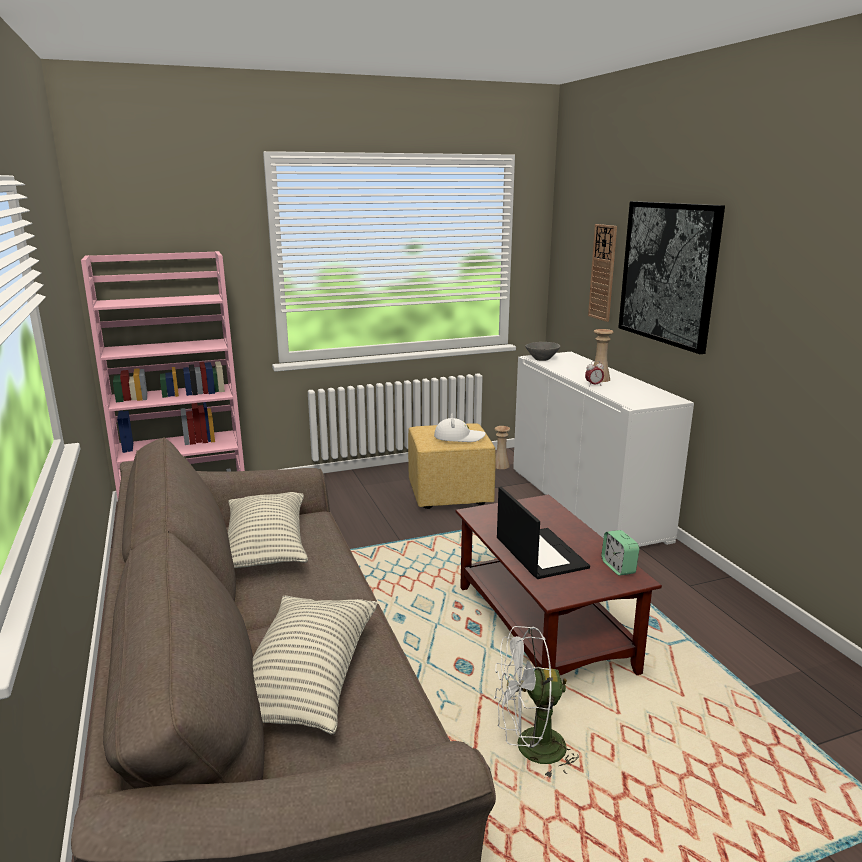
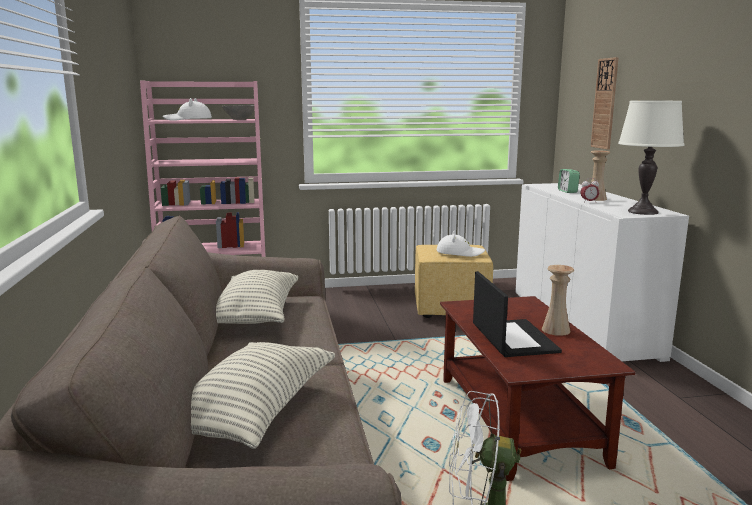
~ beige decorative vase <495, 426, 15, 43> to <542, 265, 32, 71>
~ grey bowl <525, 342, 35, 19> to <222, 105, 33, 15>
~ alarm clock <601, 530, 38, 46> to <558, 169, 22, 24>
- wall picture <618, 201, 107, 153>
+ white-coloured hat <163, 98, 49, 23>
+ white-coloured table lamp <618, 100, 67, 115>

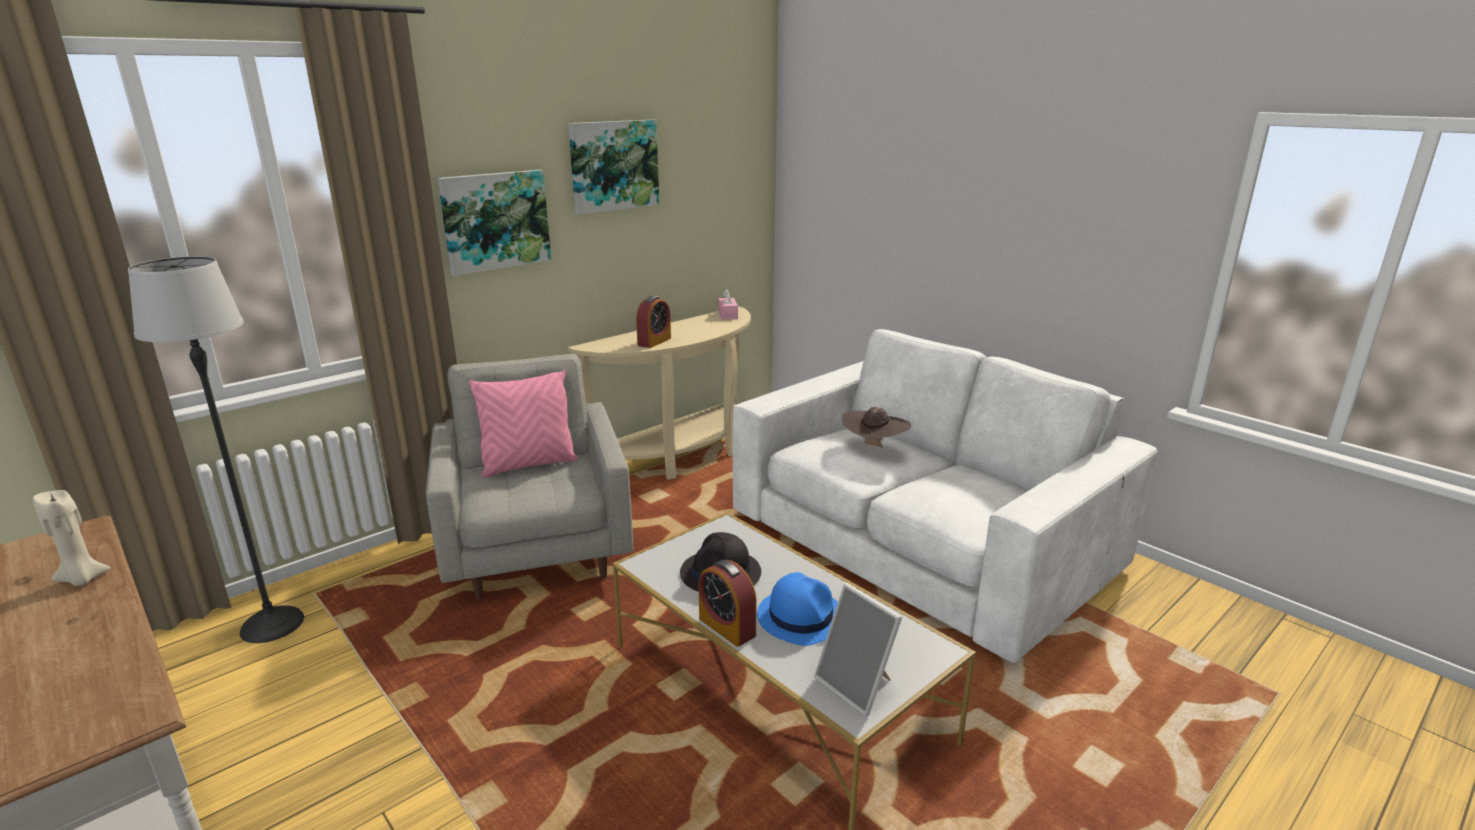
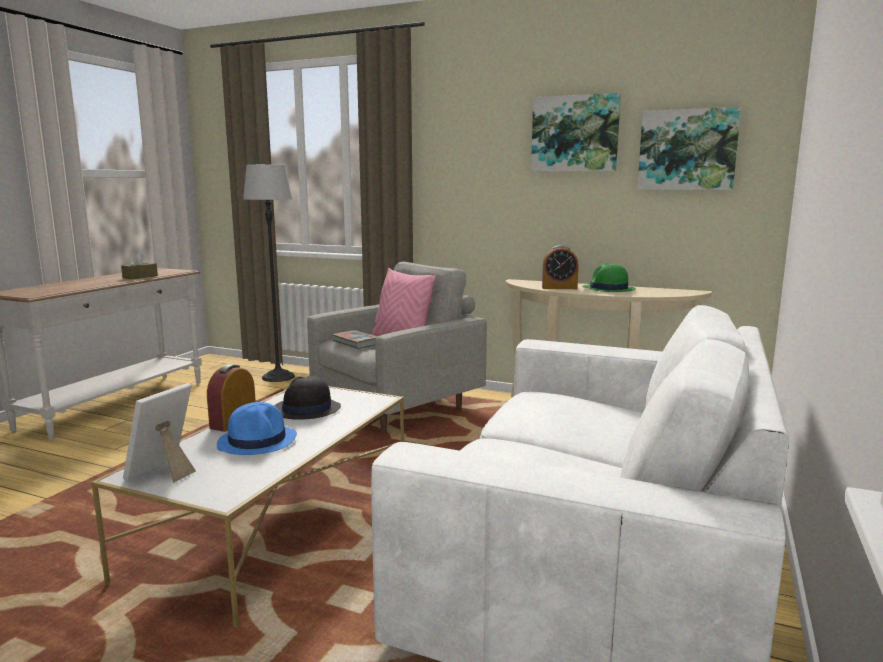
~ beige wax candle <33, 490, 78, 96> to brown box of tissues <121, 252, 37, 27>
~ wall picture <438, 170, 113, 106> to <637, 107, 104, 83>
- pink box of tissues <718, 289, 20, 30>
- brown hat <842, 407, 69, 41>
+ volume <332, 330, 45, 19>
+ green hat <582, 264, 54, 28>

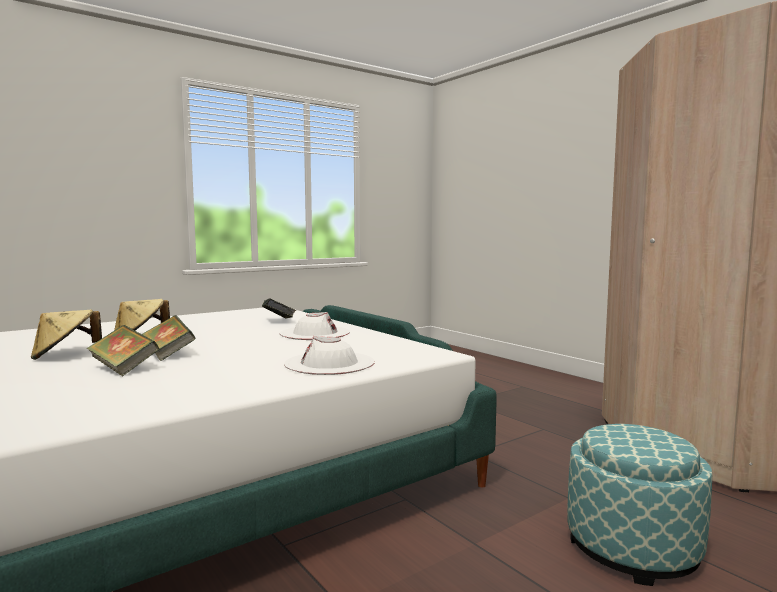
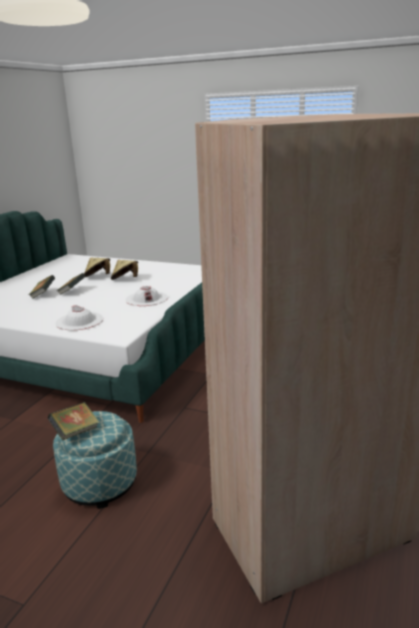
~ beige hat <31, 309, 71, 51> to <111, 260, 27, 20>
~ volume <262, 298, 34, 21> to <48, 402, 51, 38>

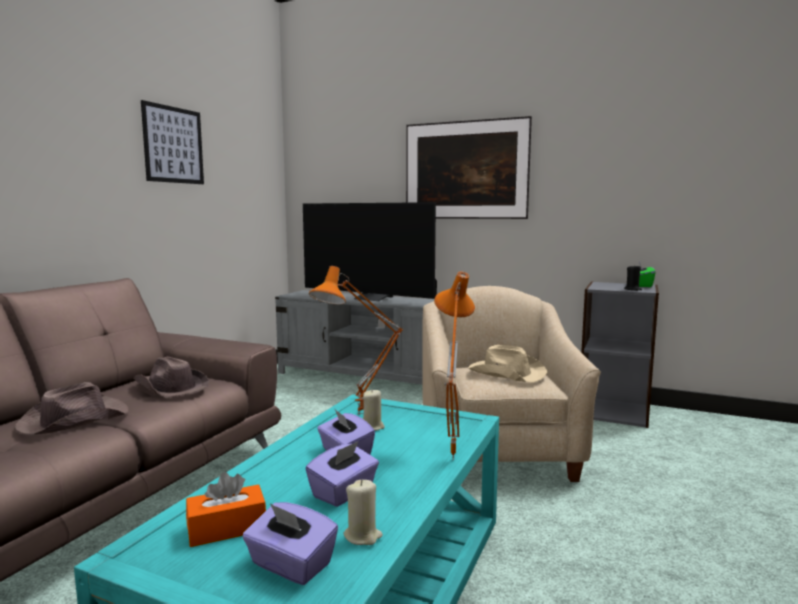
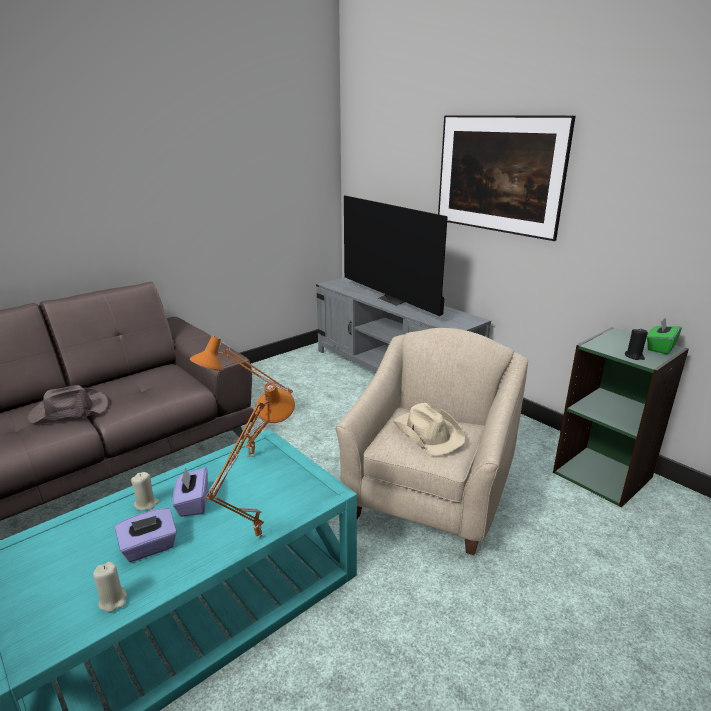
- brown hat <133, 357, 76, 41>
- wall picture <141, 100, 63, 84>
- orange box of tissues <186, 472, 80, 75>
- purple box of tissues <242, 502, 96, 83>
~ beige wax candle <363, 389, 22, 42> to <131, 472, 28, 39>
~ grey bookcase <581, 282, 78, 146> to green bookcase <553, 327, 136, 181>

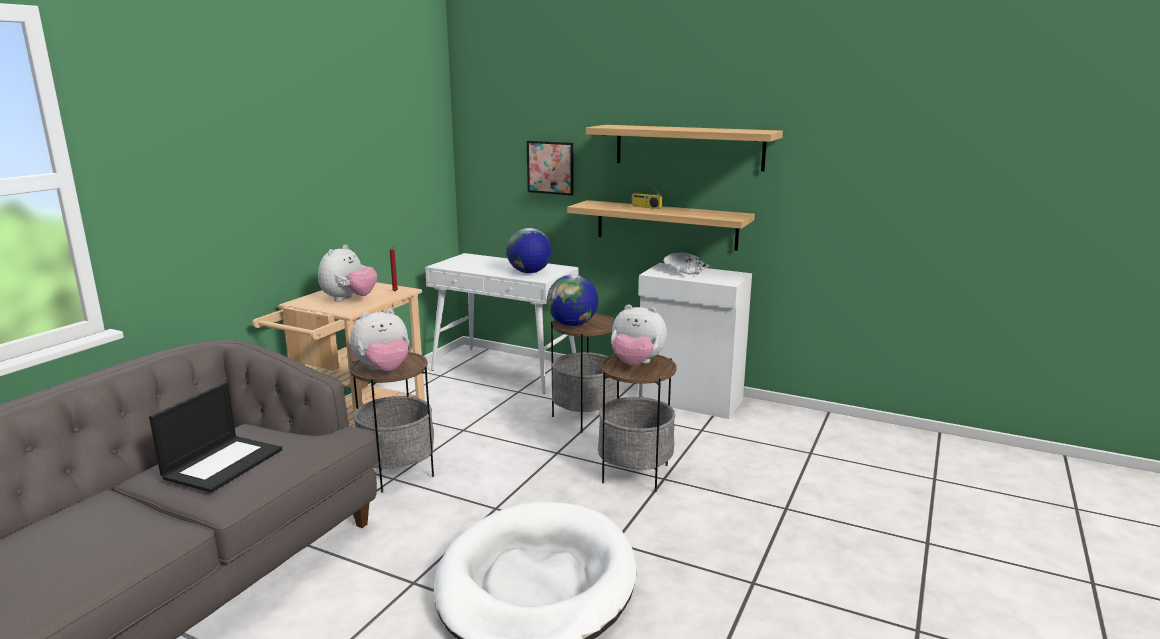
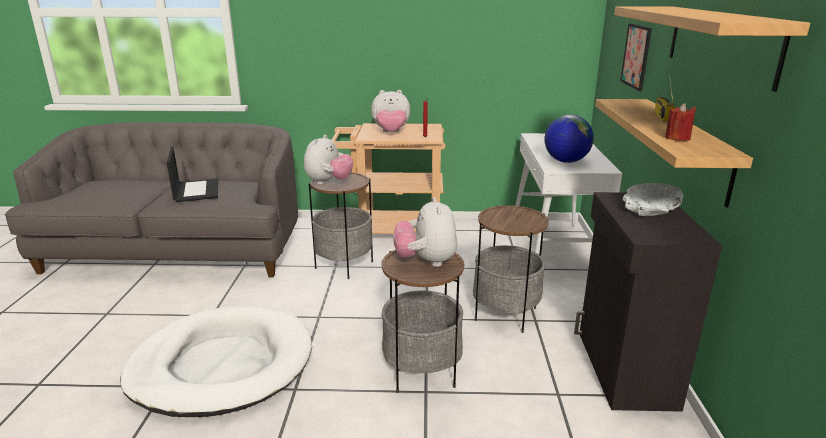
~ laptop <149, 382, 133, 111> = <167, 147, 51, 55> 105 degrees counterclockwise
~ cuddly toy <350, 309, 59, 62> = <304, 135, 49, 50> 105 degrees counterclockwise
- desk globe <547, 275, 51, 51>
~ white-coloured cabinet <638, 263, 114, 156> to black-coloured cabinet <574, 192, 148, 220>
+ reddish wax candle <665, 103, 31, 38>

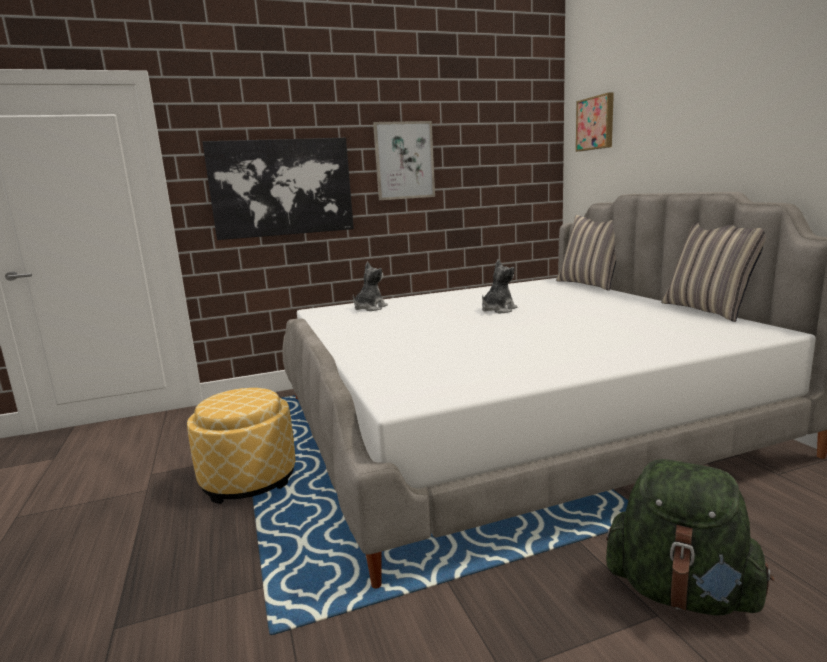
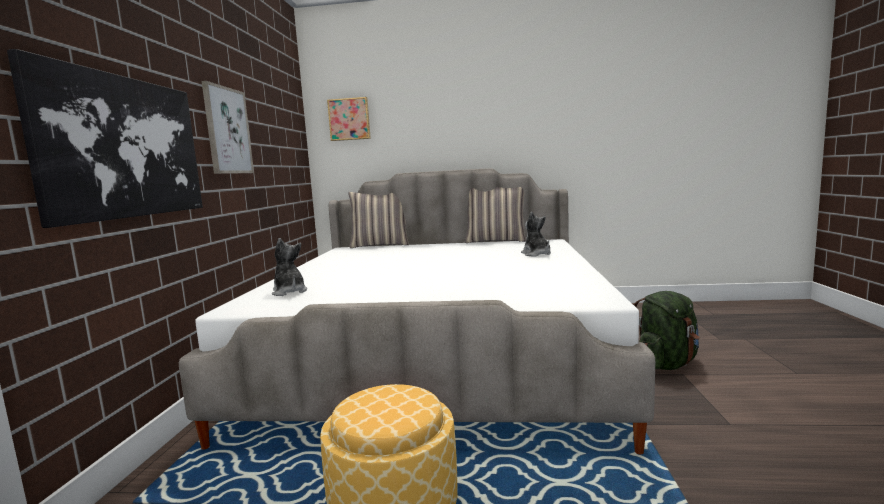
~ cuddly toy <482, 259, 35, 54> to <521, 212, 30, 45>

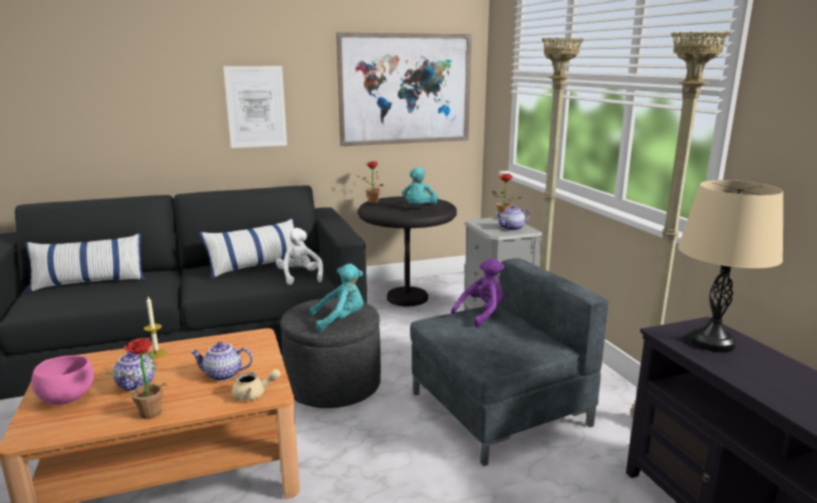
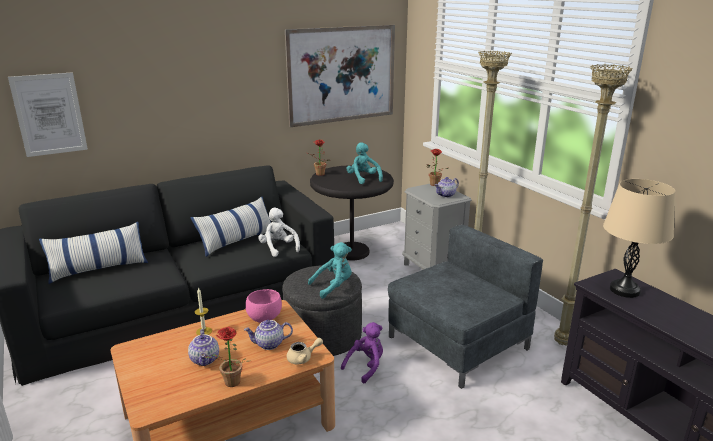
~ pink bowl <32, 355, 62, 50> to <245, 289, 37, 34>
~ wall picture <223, 66, 64, 82> to <8, 72, 80, 85>
~ turquoise cuddly toy <403, 167, 35, 38> = <346, 142, 37, 42> 150 degrees clockwise
~ purple cuddly toy <451, 258, 53, 69> to <341, 322, 42, 62>

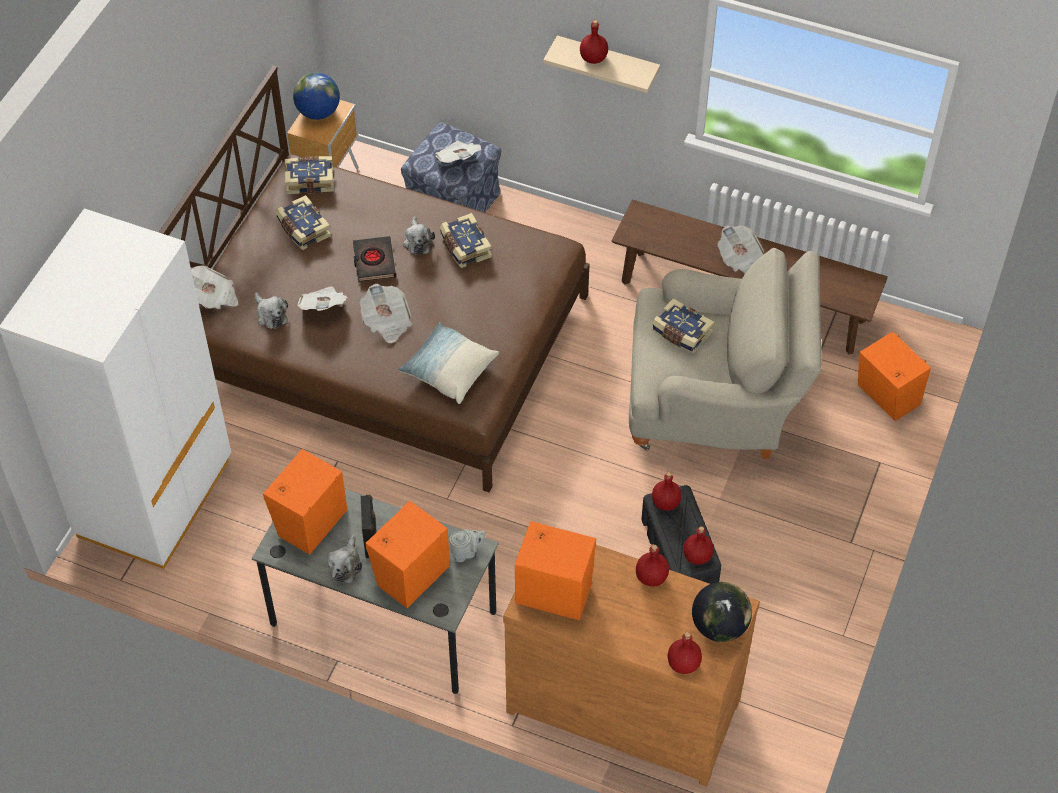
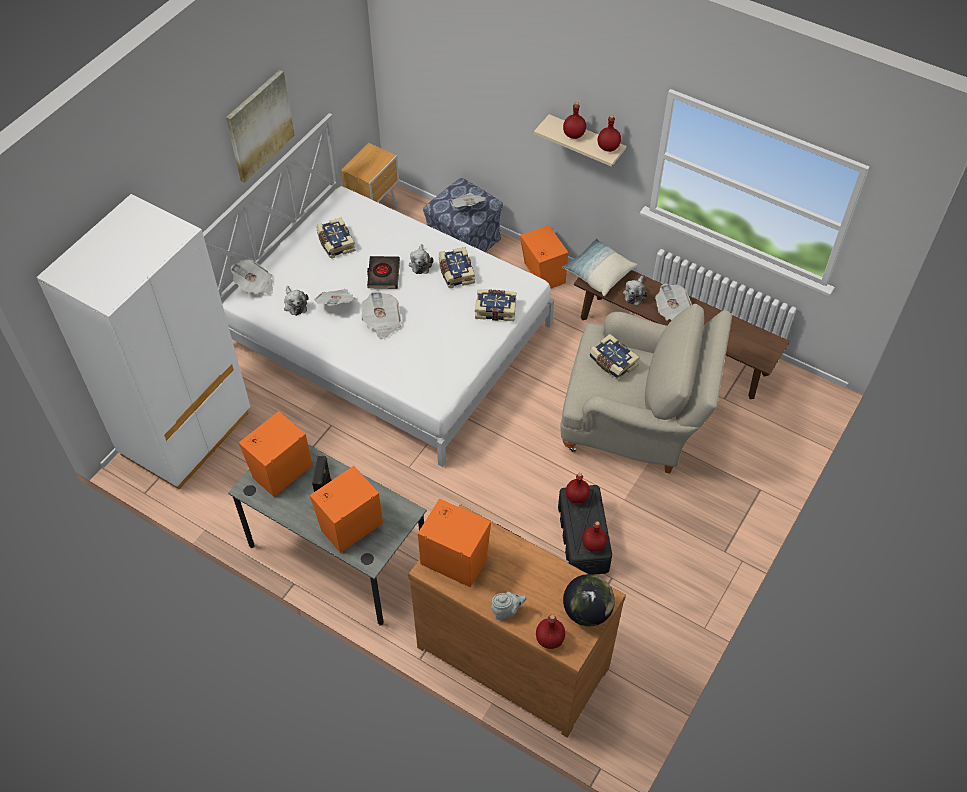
~ brown bed <159, 65, 430, 427> to white-coloured bed <203, 113, 351, 354>
~ volume <285, 156, 49, 38> to <475, 290, 41, 32>
- desk globe <293, 73, 47, 47>
~ cuddly toy <328, 534, 34, 49> to <623, 276, 25, 29>
~ cushion <398, 322, 101, 82> to <562, 238, 75, 58>
~ grey teapot <449, 529, 37, 33> to <491, 592, 36, 28>
~ reddish drink bottle <636, 545, 33, 41> to <598, 115, 23, 37>
~ orange audio speaker <858, 332, 73, 89> to <520, 225, 48, 64>
+ wall picture <226, 70, 69, 113>

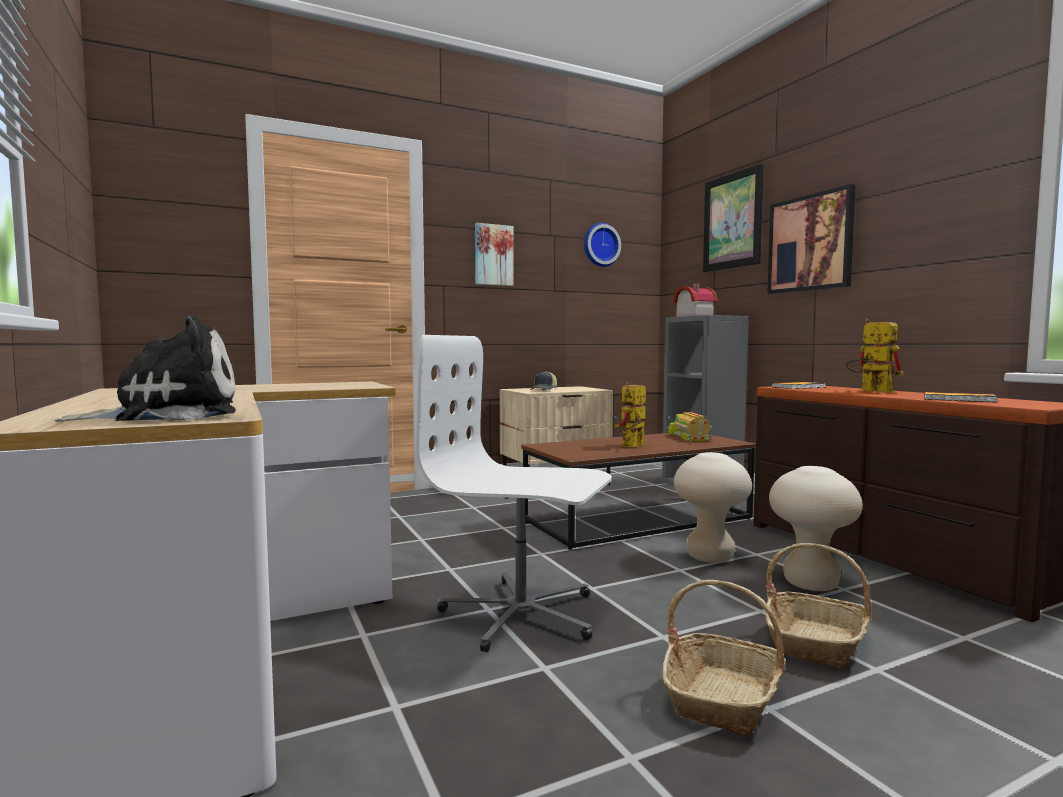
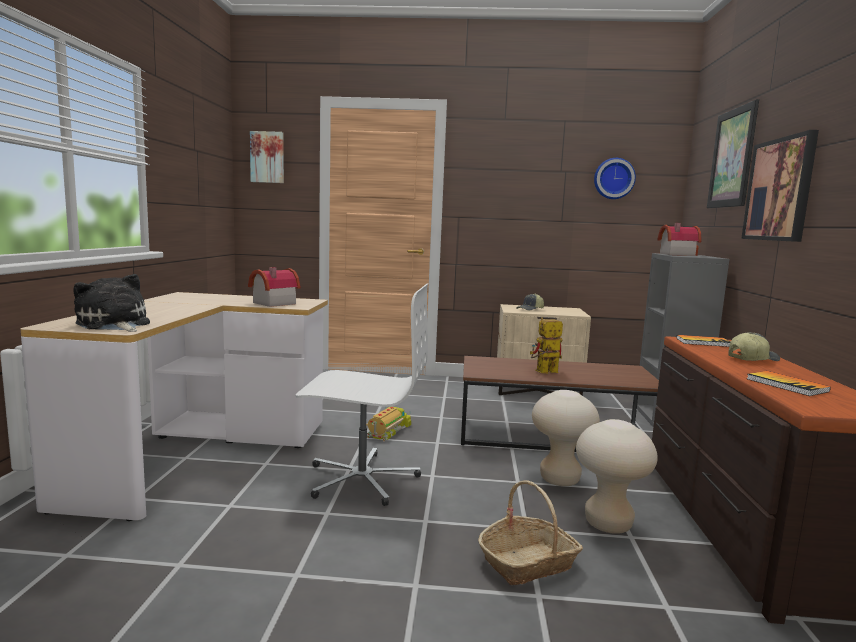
~ cuddly toy <55, 316, 181, 106> = <73, 274, 77, 58> 135 degrees counterclockwise
~ white-coloured desk chair <416, 335, 196, 317> = <296, 283, 133, 223> 135 degrees clockwise
~ wall picture <475, 223, 39, 63> to <250, 131, 34, 52>
- household basket <662, 580, 124, 156>
~ model truck <668, 412, 44, 30> to <366, 407, 45, 35>
~ model robot <846, 319, 58, 74> to peaked cap <729, 332, 51, 29>
+ toy house <248, 267, 53, 40>

